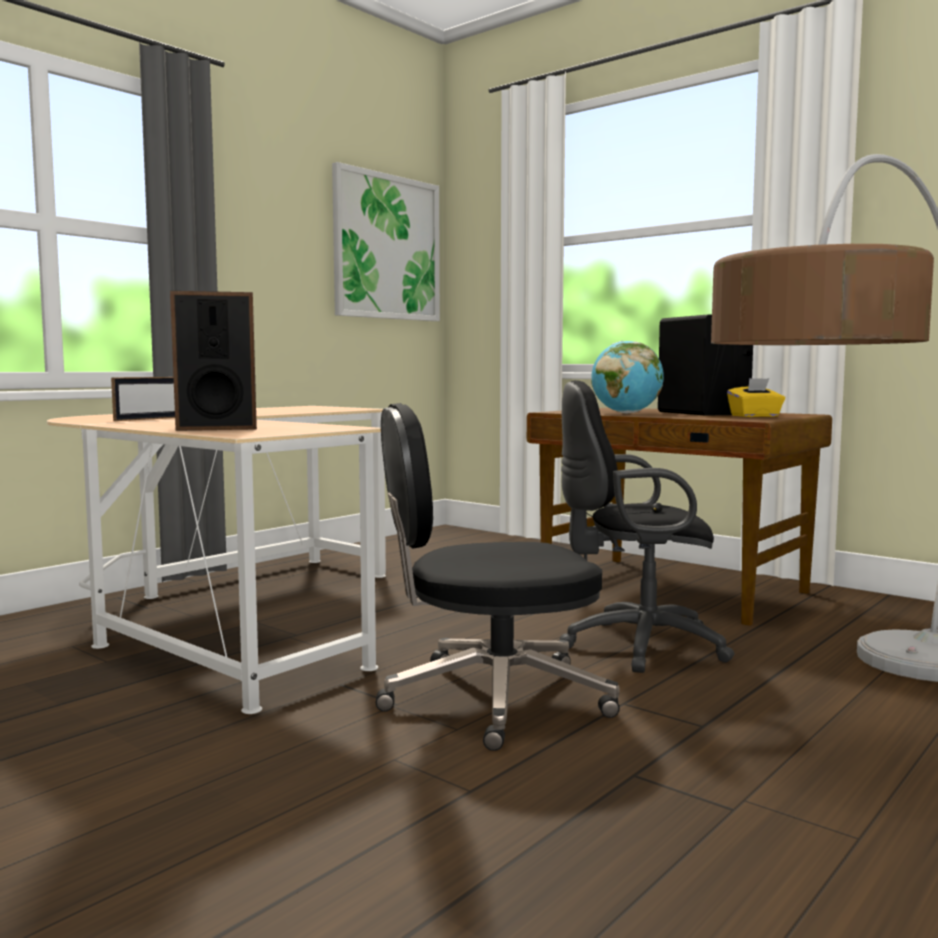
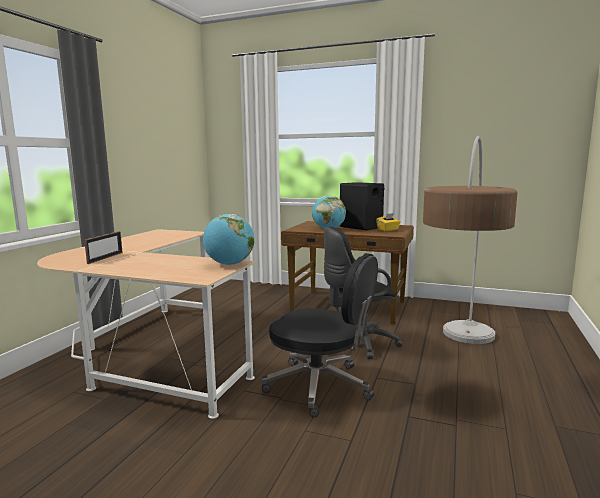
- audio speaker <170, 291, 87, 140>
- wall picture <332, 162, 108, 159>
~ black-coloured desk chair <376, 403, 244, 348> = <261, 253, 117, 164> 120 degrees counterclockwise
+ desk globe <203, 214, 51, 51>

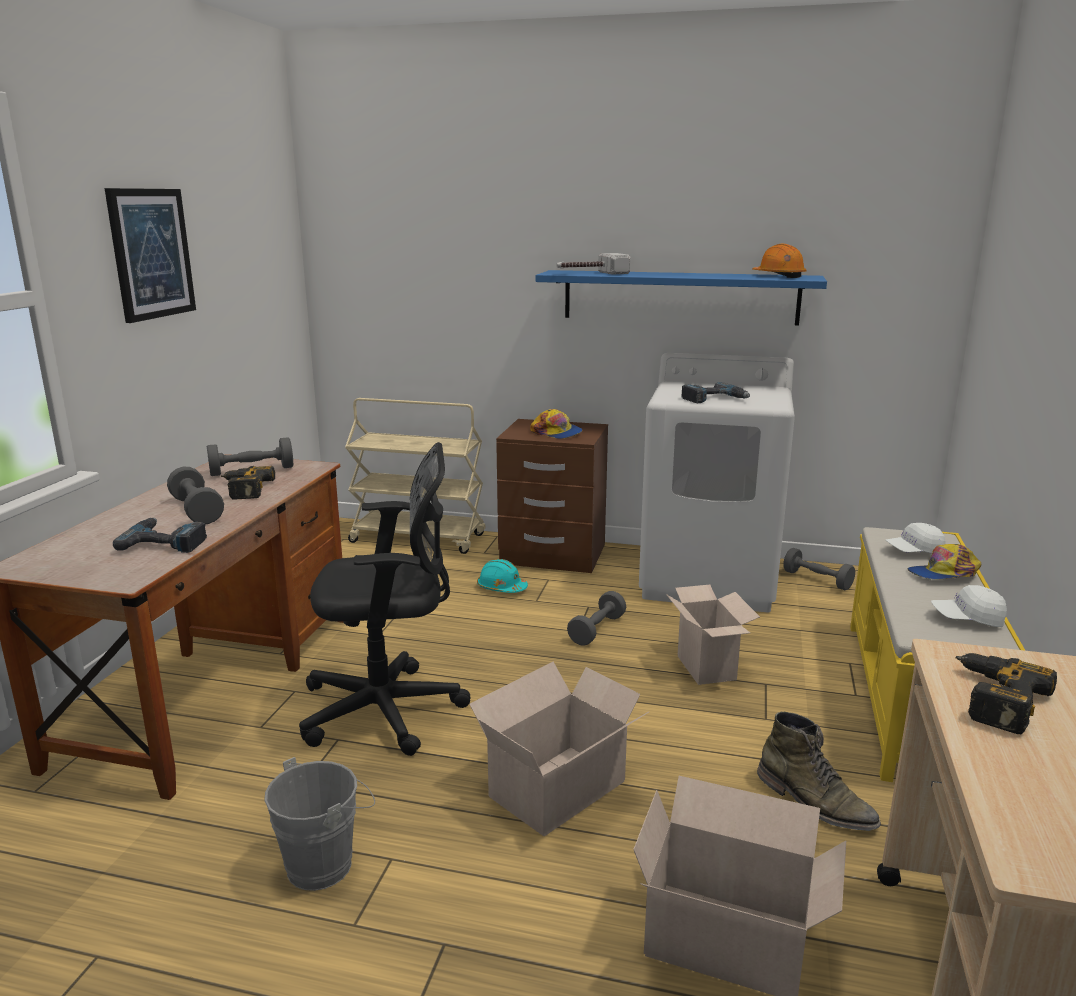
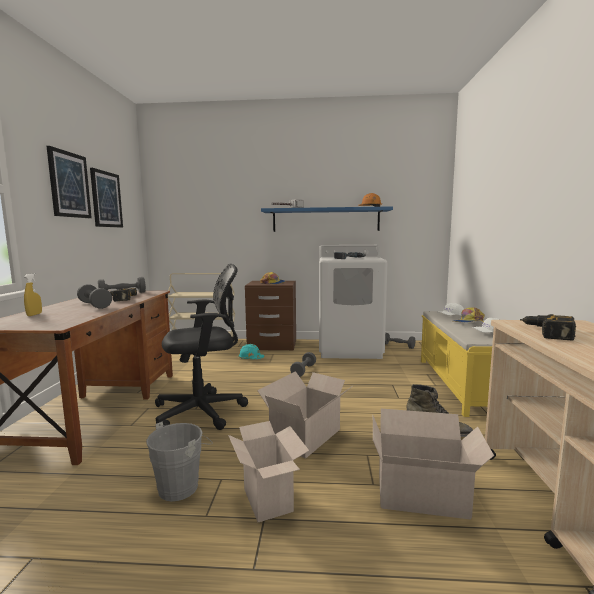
- power drill <113, 518, 94, 35>
~ cardboard box <666, 585, 94, 100> to <228, 421, 81, 101>
+ yellow-coloured hand sprayer <24, 273, 18, 43>
+ wall picture <90, 168, 33, 59>

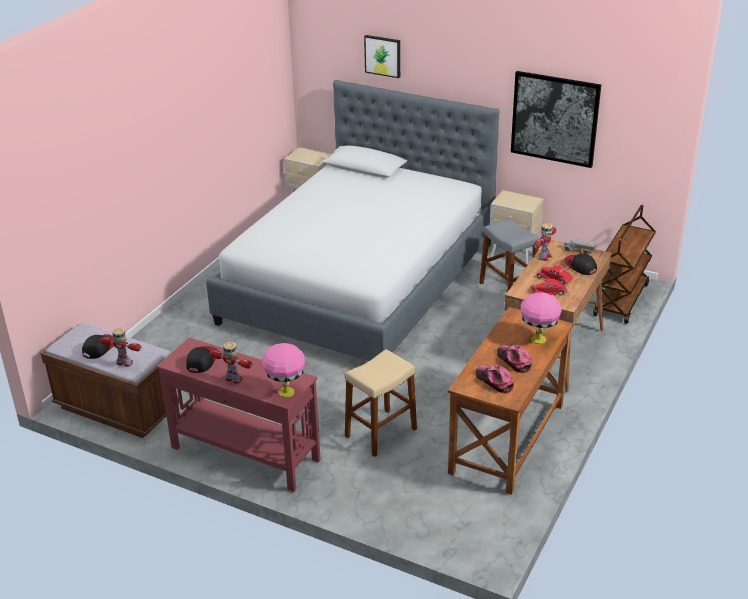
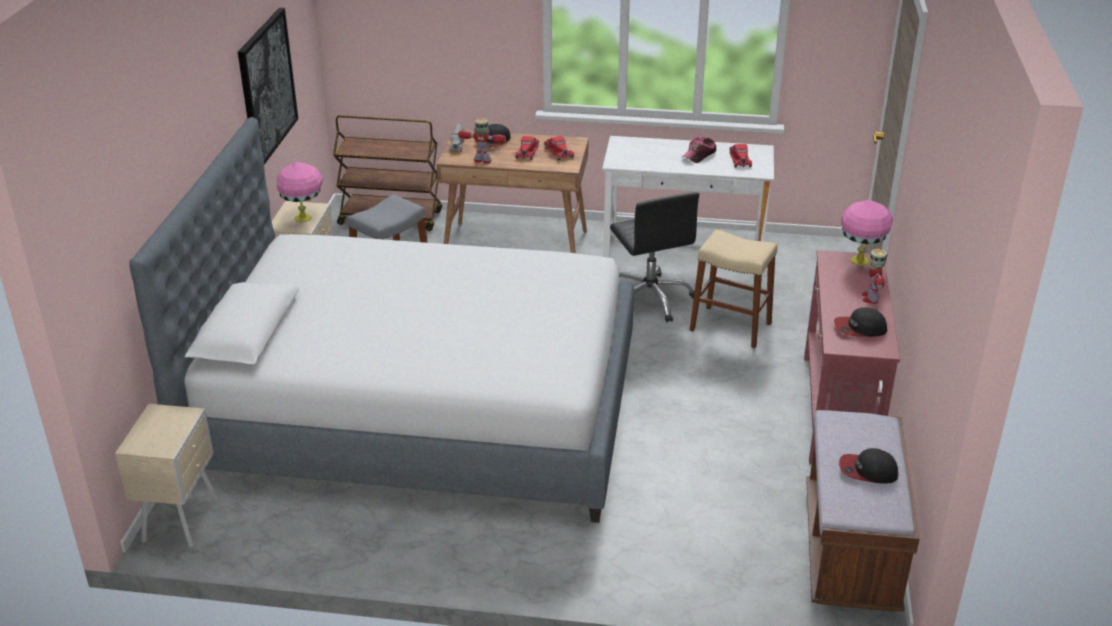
- model robot <100, 328, 41, 39>
- wall picture <364, 35, 36, 43>
~ brown desk unit <448, 307, 126, 188> to white-coloured desk unit <602, 136, 172, 122>
~ peaked cap <475, 365, 39, 29> to reddish model car <730, 144, 22, 23>
~ pink table lamp <521, 292, 41, 52> to <277, 162, 46, 60>
+ black-coloured desk chair <610, 192, 89, 130>

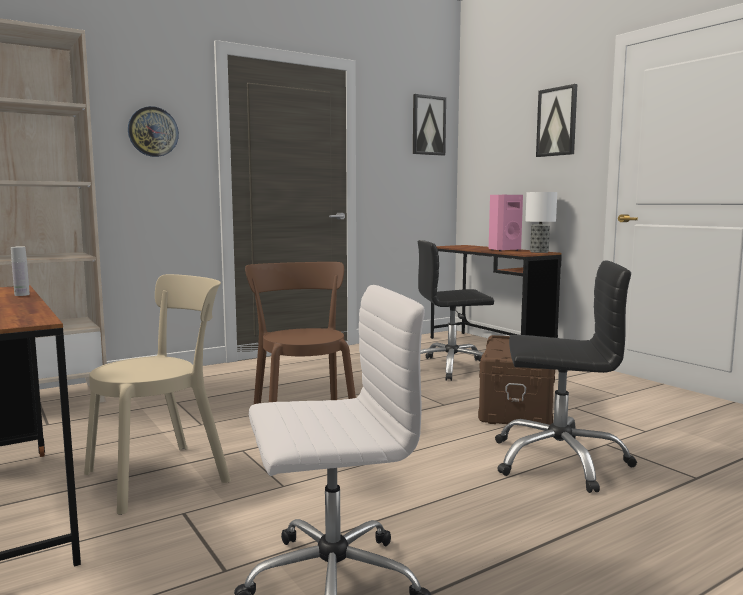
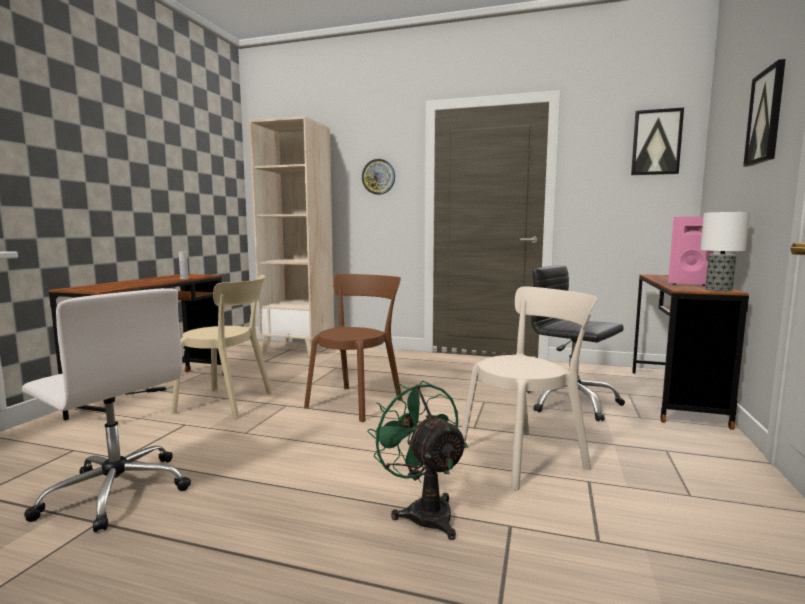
~ brown storage container <478, 335, 77, 90> to beige chair <461, 286, 136, 204>
~ black-coloured desk chair <495, 261, 142, 232> to green cooling fan <367, 381, 101, 159>

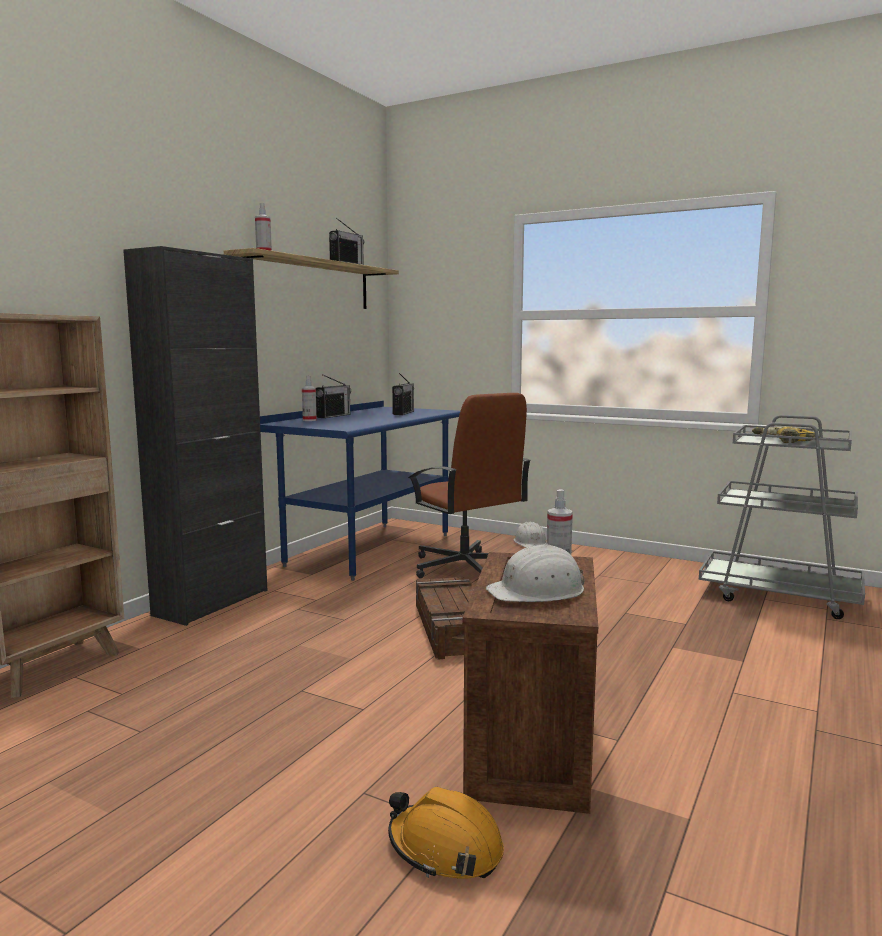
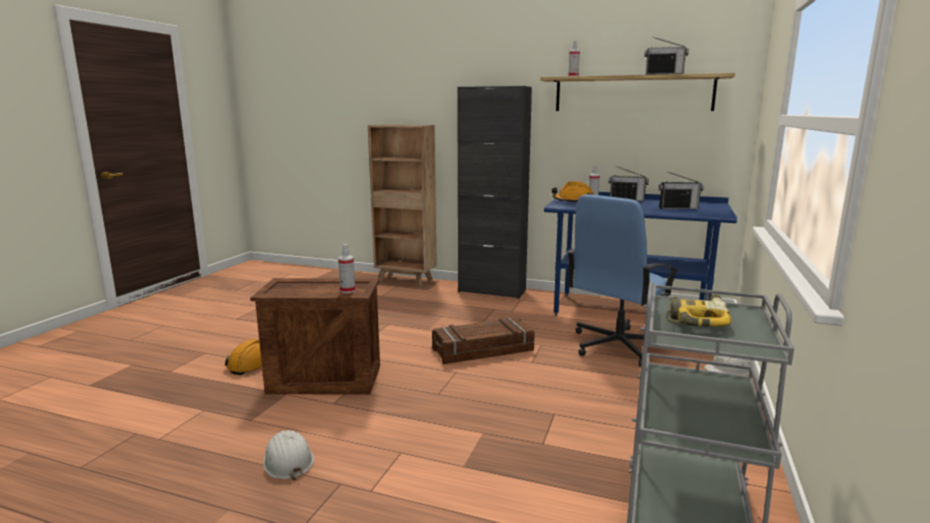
~ brown desk chair <408, 393, 123, 185> to bluish desk chair <567, 194, 112, 173>
~ white-coloured work helmet <486, 544, 98, 58> to <263, 430, 51, 50>
+ orange work helmet <552, 181, 42, 21>

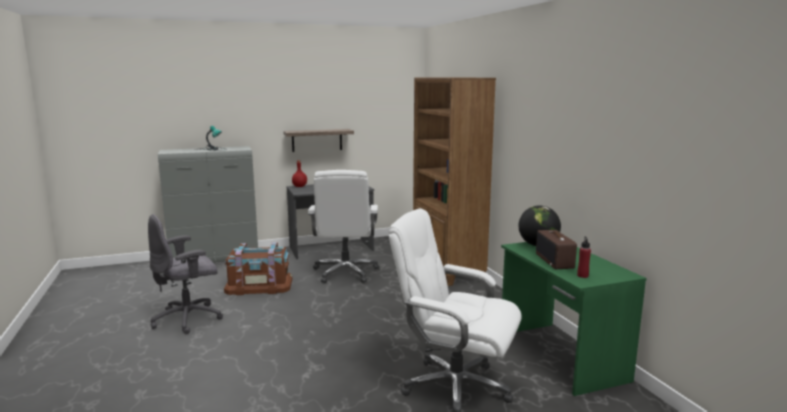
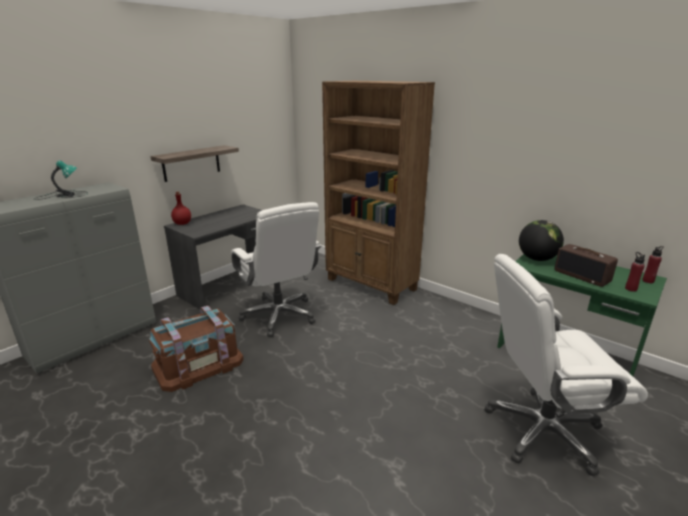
- grey desk chair <148, 214, 75, 120>
+ reddish drink bottle <642, 246, 22, 37>

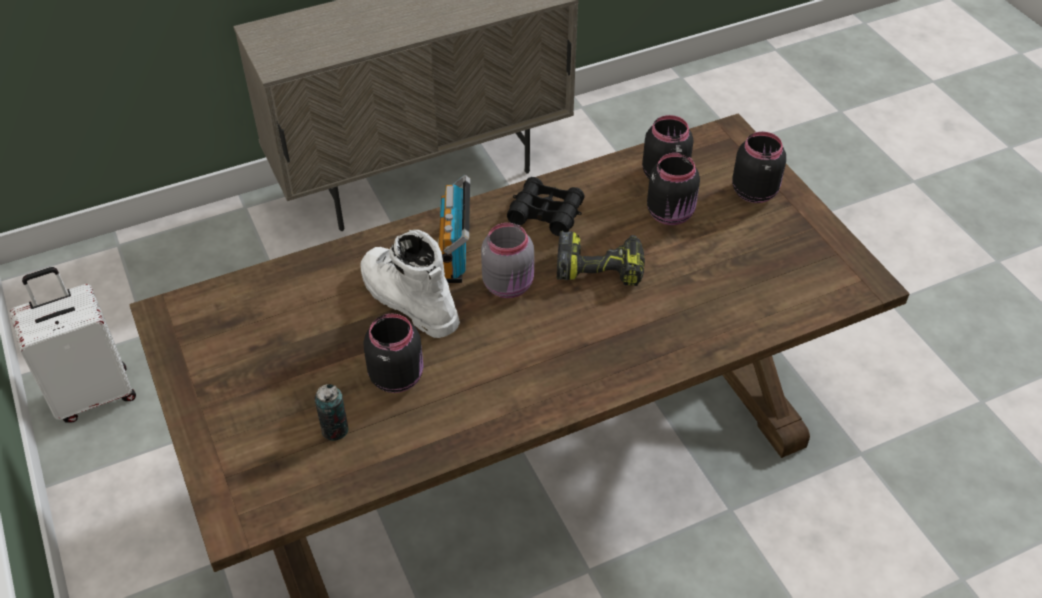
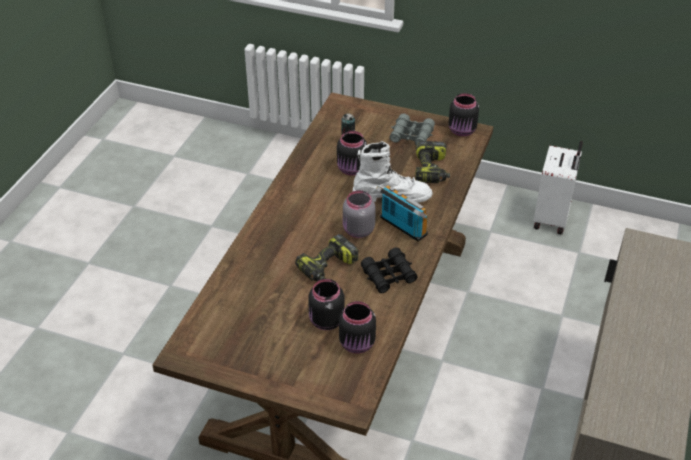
~ black-coloured preserve jar <732, 132, 54, 71> to <448, 93, 31, 43>
+ grey pair of binoculars <390, 113, 45, 33>
+ power drill <415, 141, 35, 42>

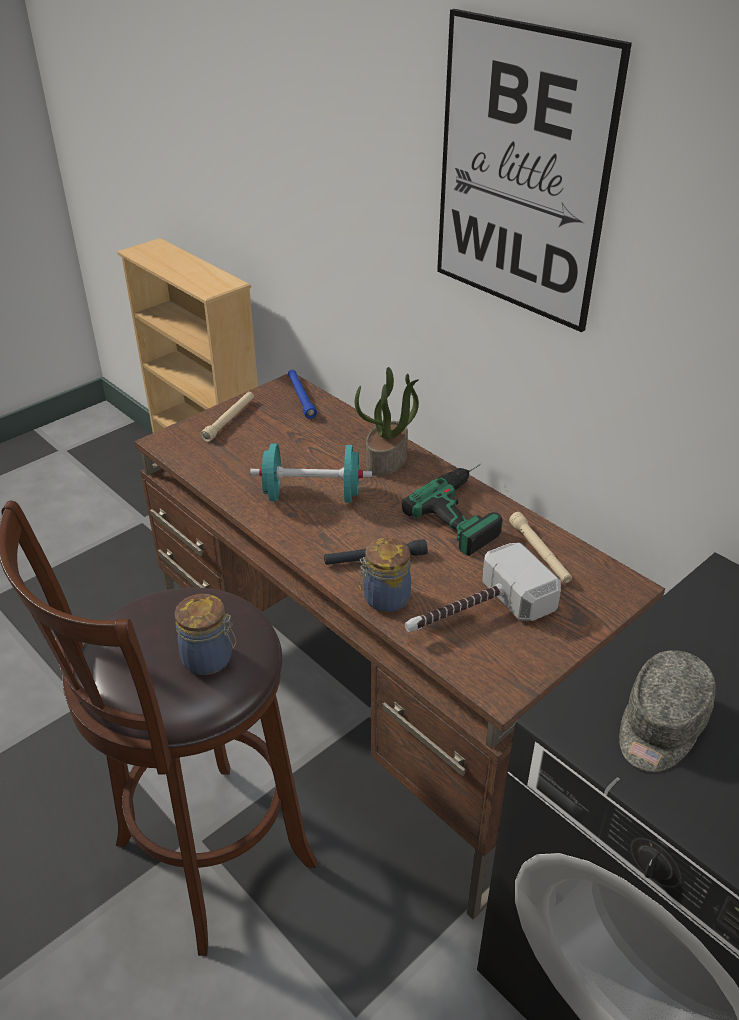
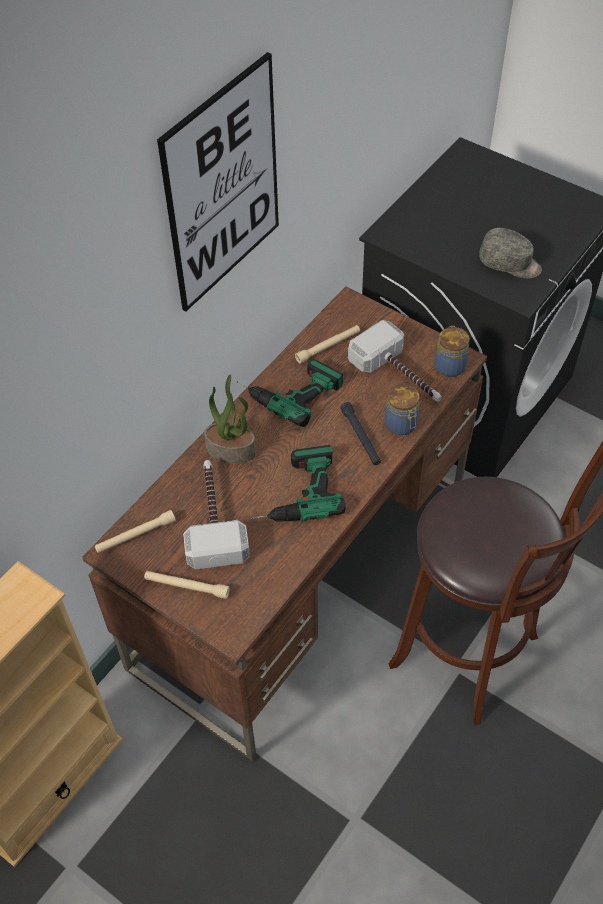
~ preserve jar <175, 594, 61, 81> to <434, 326, 36, 51>
~ turquoise hand weight <250, 443, 122, 60> to power drill <251, 445, 95, 77>
~ bluish flashlight <288, 370, 29, 49> to beige flashlight <95, 510, 81, 43>
+ hammer <183, 460, 67, 109>

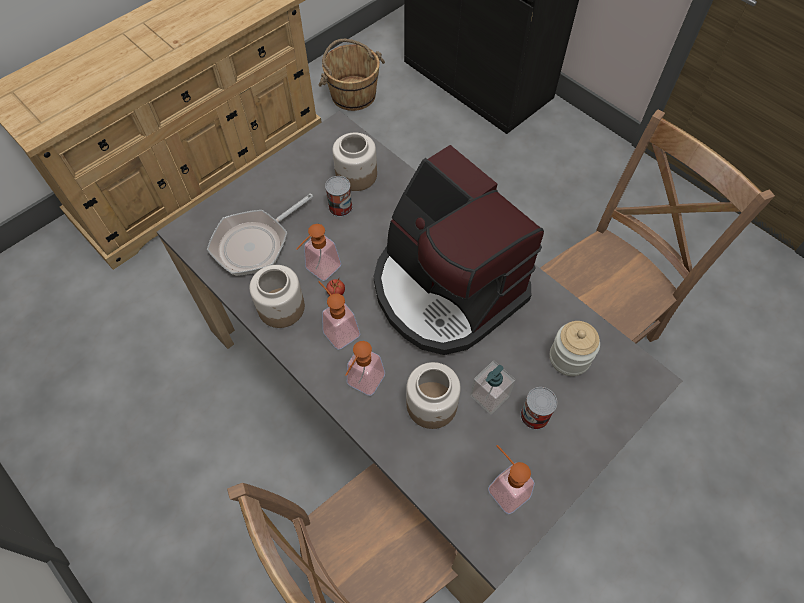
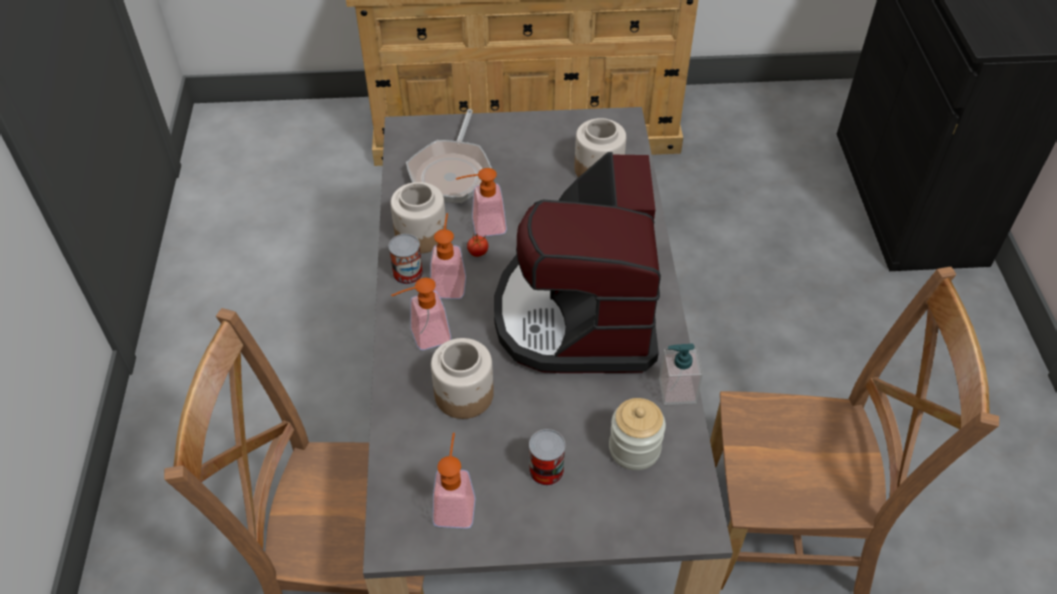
~ skillet <207, 193, 106, 83> = <406, 109, 86, 94> 75 degrees counterclockwise
- brown water bucket <318, 39, 67, 72>
~ sealed can <325, 176, 28, 41> to <388, 234, 35, 51>
~ soap bottle <470, 361, 45, 54> to <659, 344, 44, 61>

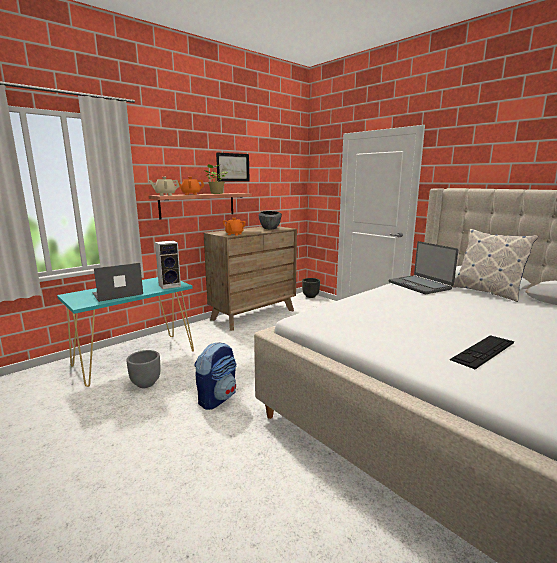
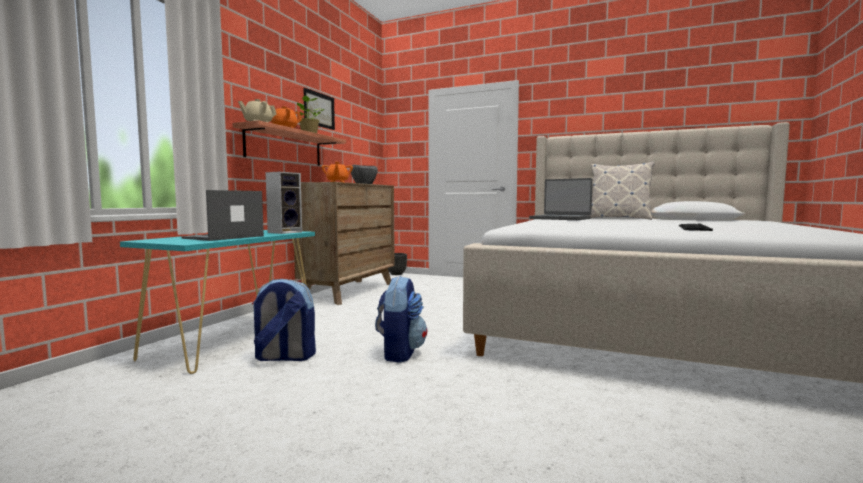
~ grey planter <126, 350, 35, 38> to rucksack <252, 279, 64, 82>

